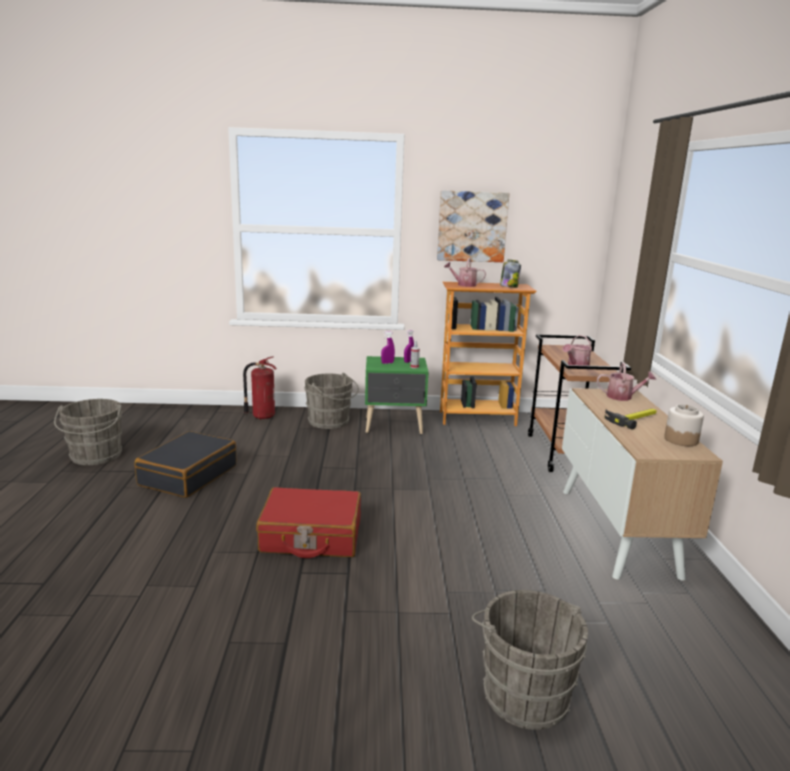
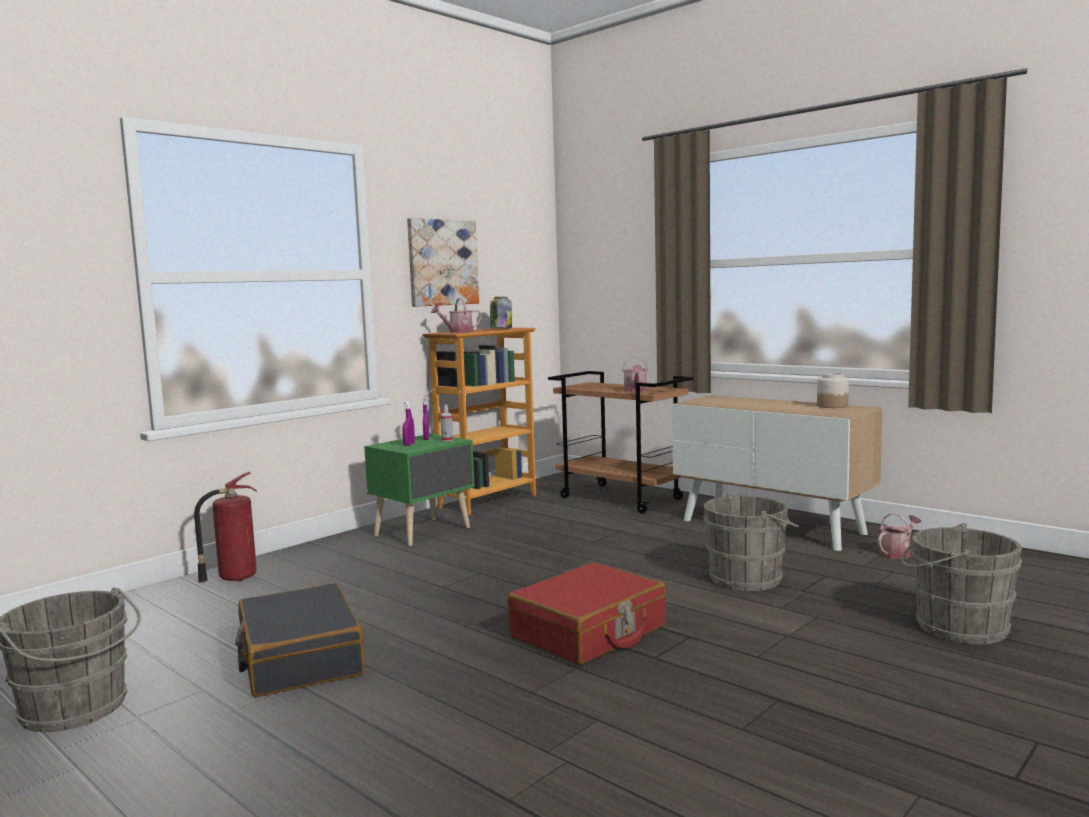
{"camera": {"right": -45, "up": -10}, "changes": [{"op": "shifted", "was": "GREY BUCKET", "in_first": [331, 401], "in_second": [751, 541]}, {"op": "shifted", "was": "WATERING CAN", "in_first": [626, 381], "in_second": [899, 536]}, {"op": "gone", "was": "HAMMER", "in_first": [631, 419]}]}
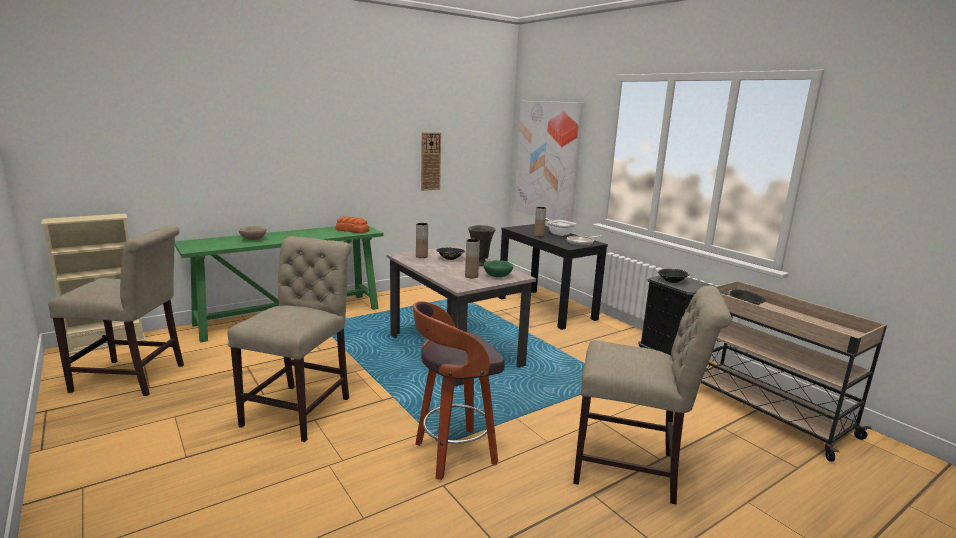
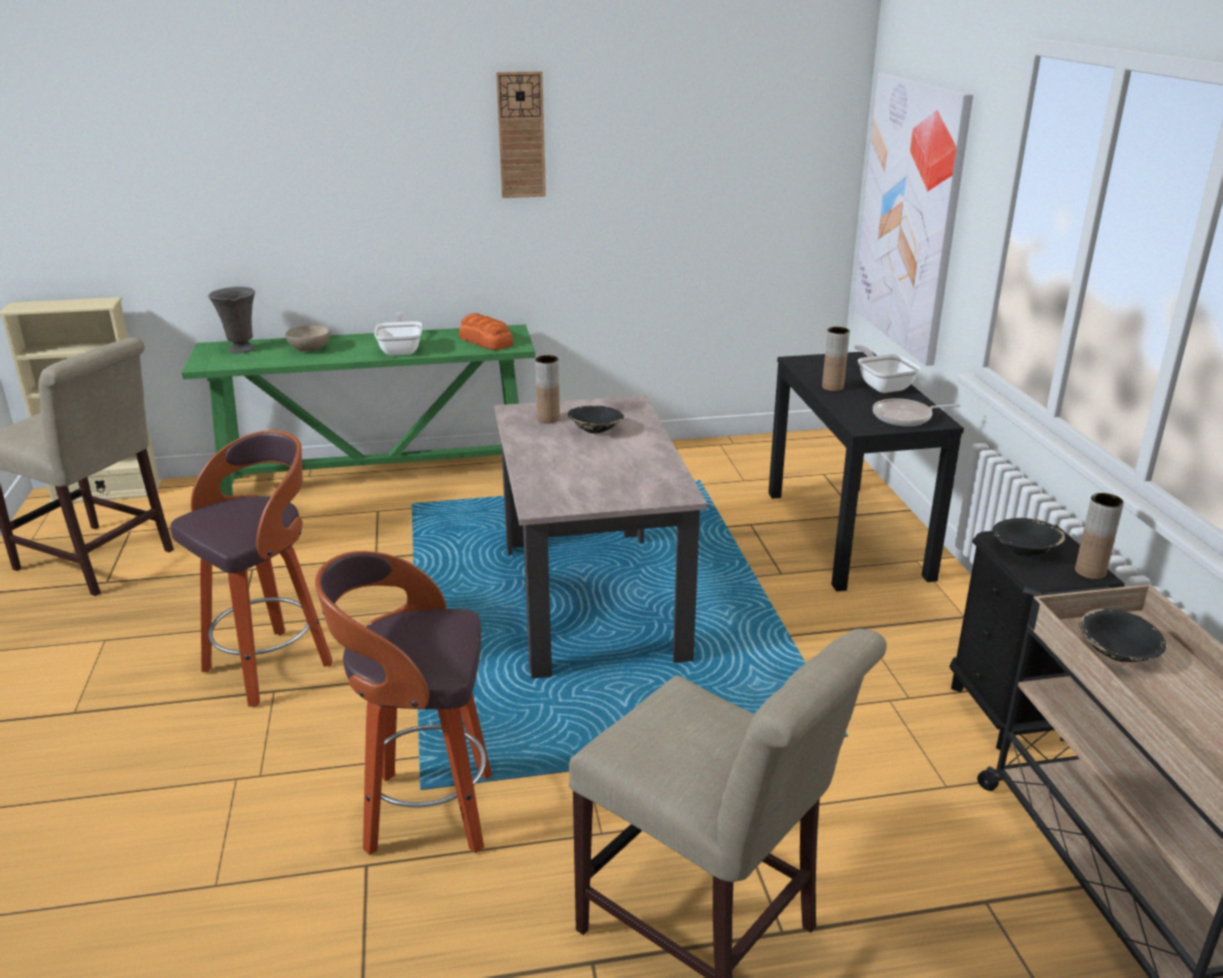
{"camera": {"right": 25, "up": 10}, "changes": [{"op": "swapped", "was": "BEIGE CHAIR", "now": "STOOL", "in_first": [289, 339], "in_second": [252, 568]}, {"op": "shifted", "was": "WALL CLOCK", "in_first": [431, 161], "in_second": [521, 134]}, {"op": "shifted", "was": "BROWN VASE", "in_first": [472, 258], "in_second": [1099, 536]}, {"op": "shifted", "was": "GREY VASE", "in_first": [482, 245], "in_second": [231, 319]}, {"op": "gone", "was": "GREEN BOWL", "in_first": [498, 268]}, {"op": "new", "now": "FRYING PAN", "in_second": [398, 333]}]}
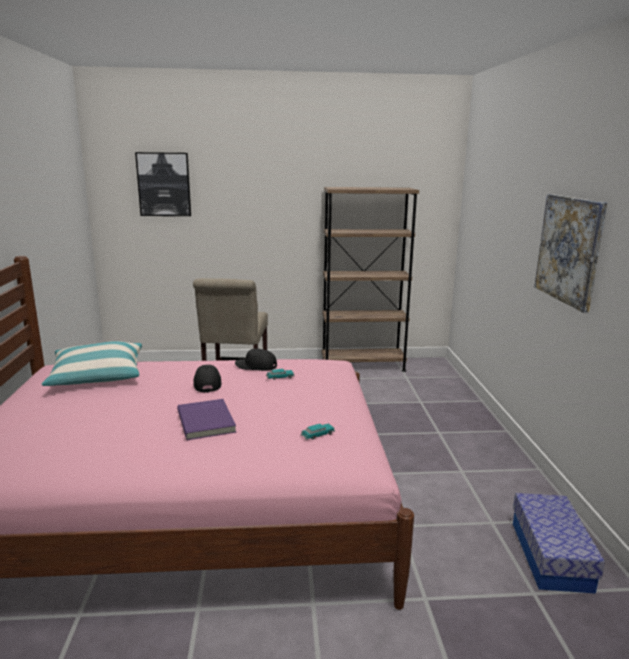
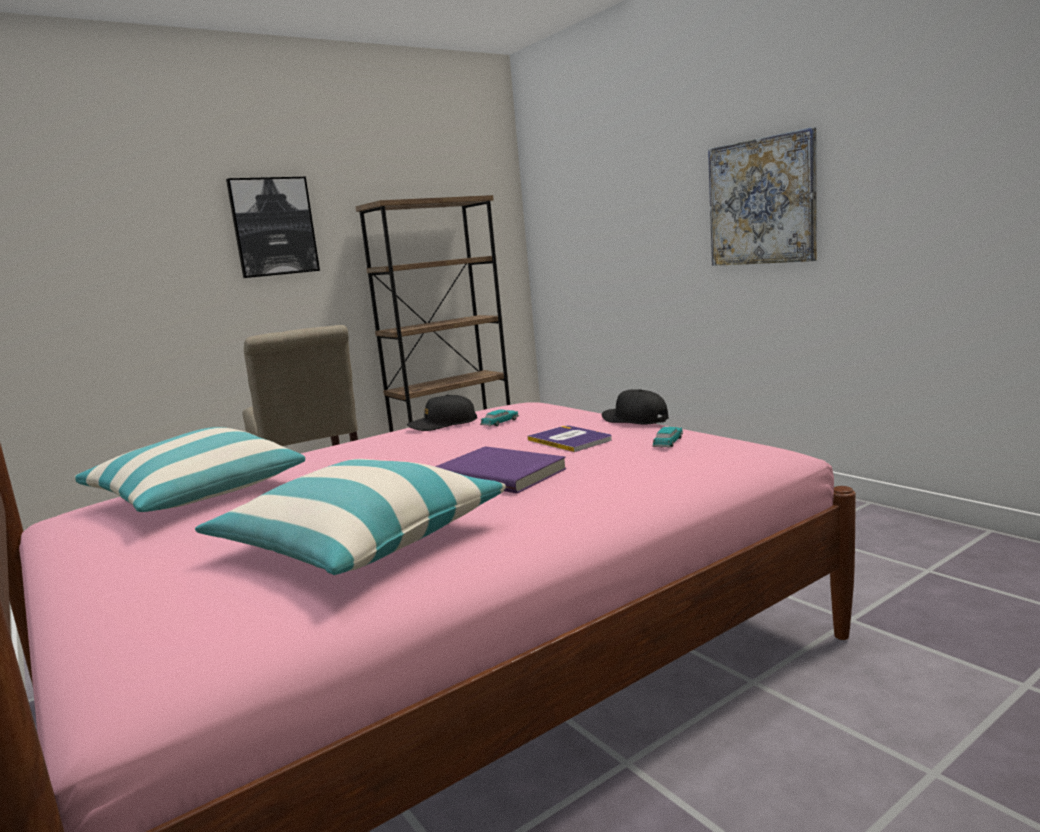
{"camera": {"right": -30, "up": -5}, "changes": [{"op": "shifted", "was": "PICTURE", "in_first": [163, 184], "in_second": [273, 227]}, {"op": "shifted", "was": "BLACK CAP", "in_first": [208, 379], "in_second": [635, 406]}, {"op": "gone", "was": "STORAGE BOX", "in_first": [559, 543]}, {"op": "new", "now": "PILLOW", "in_second": [350, 517]}, {"op": "new", "now": "BOOK", "in_second": [570, 439]}]}
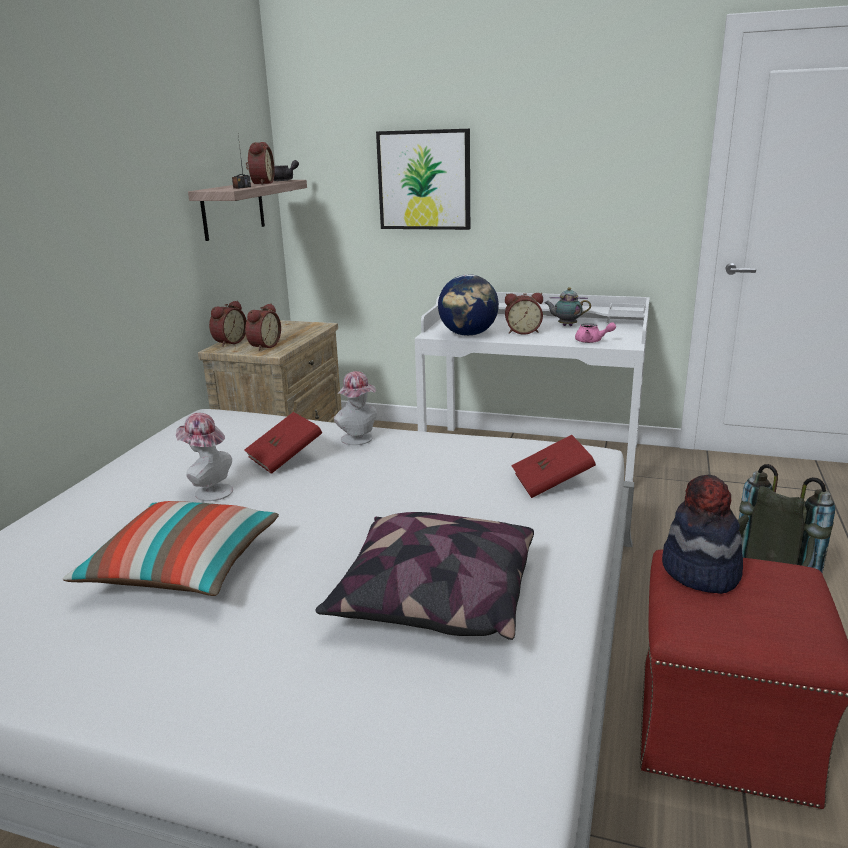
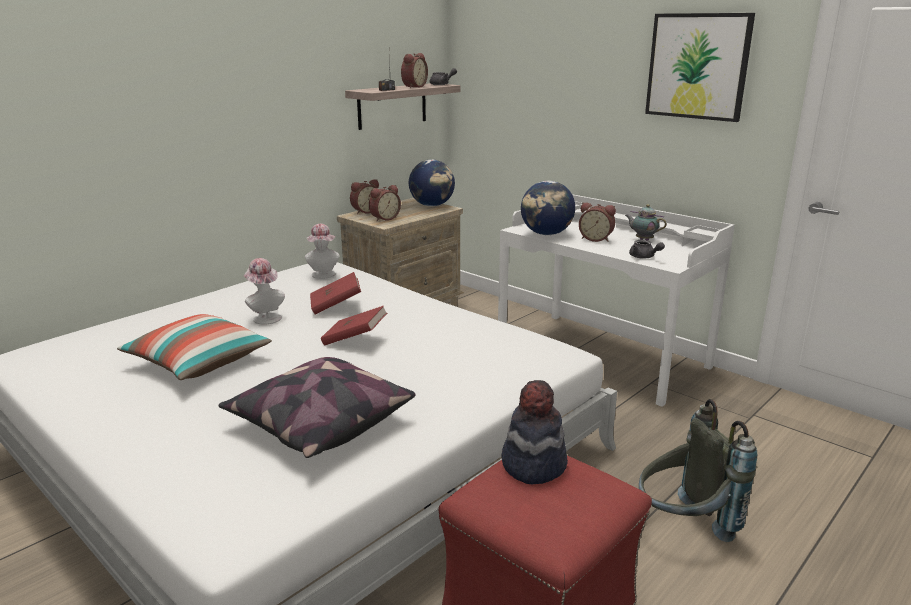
{"camera": {"right": 25, "up": 0}, "changes": [{"op": "shifted", "was": "HAT", "in_first": [355, 408], "in_second": [322, 251]}, {"op": "shifted", "was": "PICTURE", "in_first": [423, 179], "in_second": [700, 67]}, {"op": "shifted", "was": "RED BOOK", "in_first": [553, 466], "in_second": [354, 325]}, {"op": "repainted", "was": "PINK TEAPOT", "now": "GREY TEAPOT", "in_first": [595, 332], "in_second": [647, 249]}, {"op": "new", "now": "GLOBE", "in_second": [432, 182]}]}
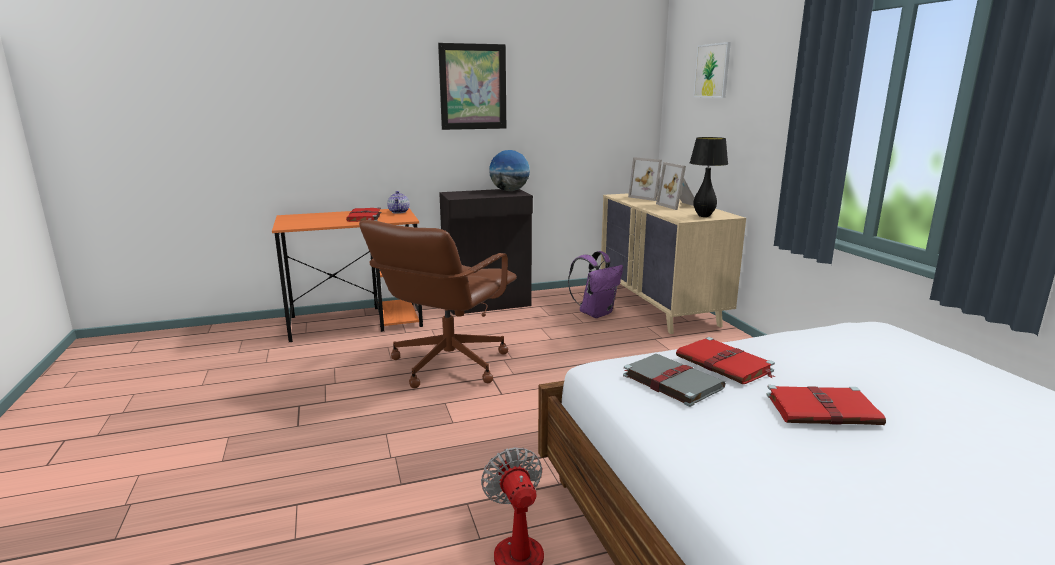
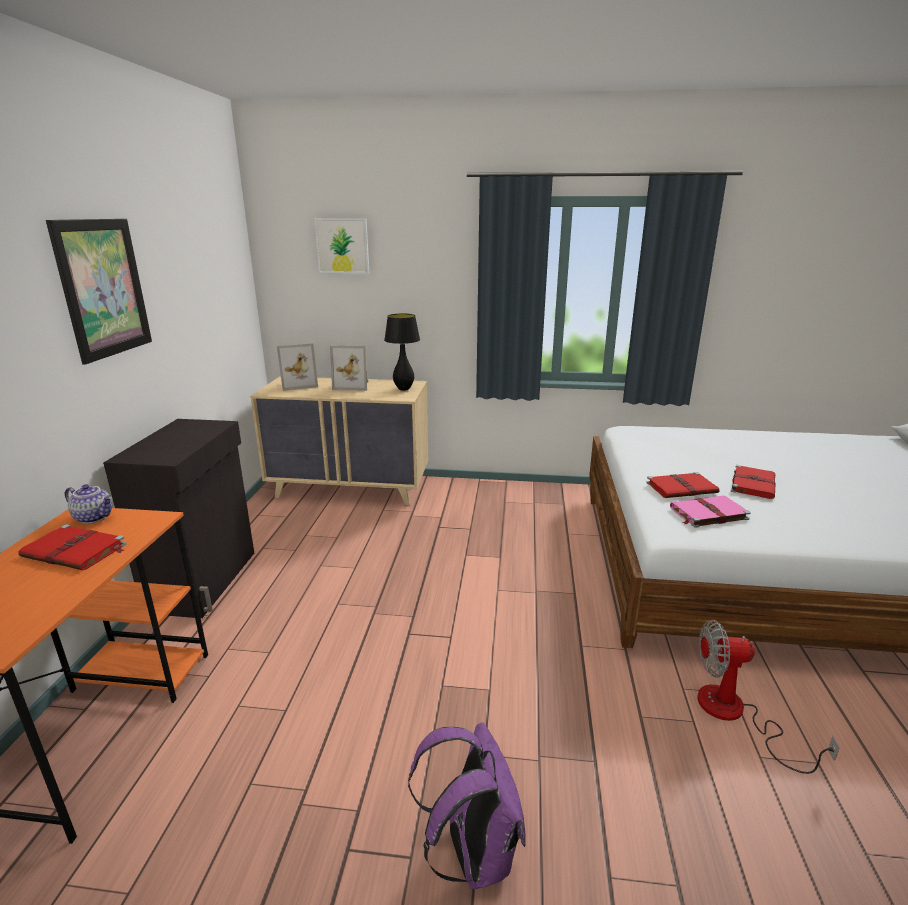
{"camera": {"right": -65, "up": 5}, "changes": [{"op": "gone", "was": "BROWN OFFICE CHAIR", "in_first": [438, 304]}, {"op": "gone", "was": "GLOBE", "in_first": [509, 170]}, {"op": "shifted", "was": "PURPLE BACKPACK", "in_first": [595, 284], "in_second": [467, 805]}, {"op": "repainted", "was": "GREY BOOK", "now": "PINK BOOK", "in_first": [674, 380], "in_second": [710, 512]}]}
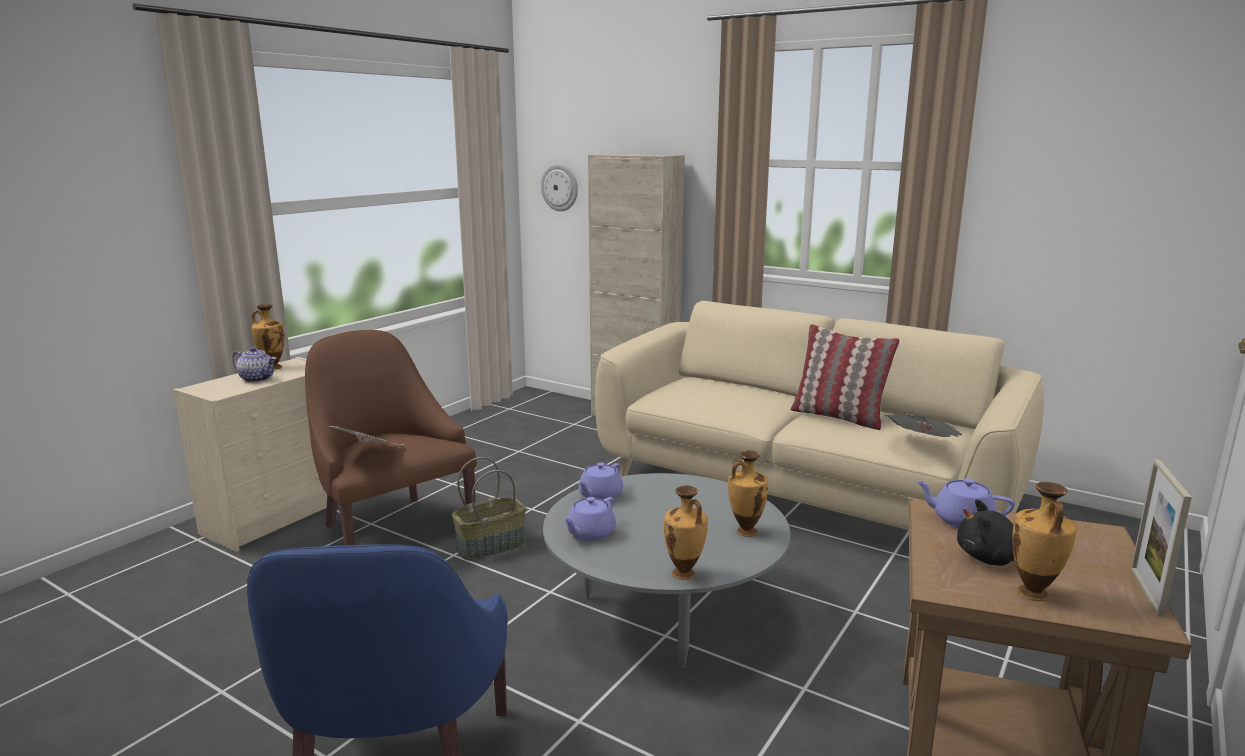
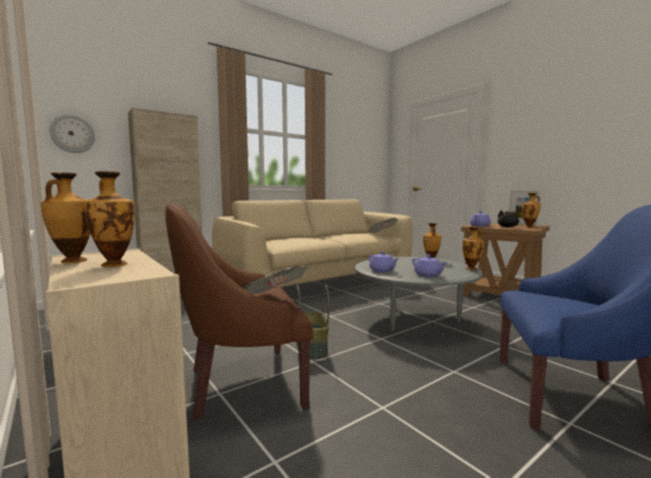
{"camera": {"right": -70, "up": -10}, "changes": [{"op": "swapped", "was": "TEAPOT", "now": "VASE", "in_first": [254, 364], "in_second": [109, 219]}, {"op": "gone", "was": "PILLOW", "in_first": [845, 377]}]}
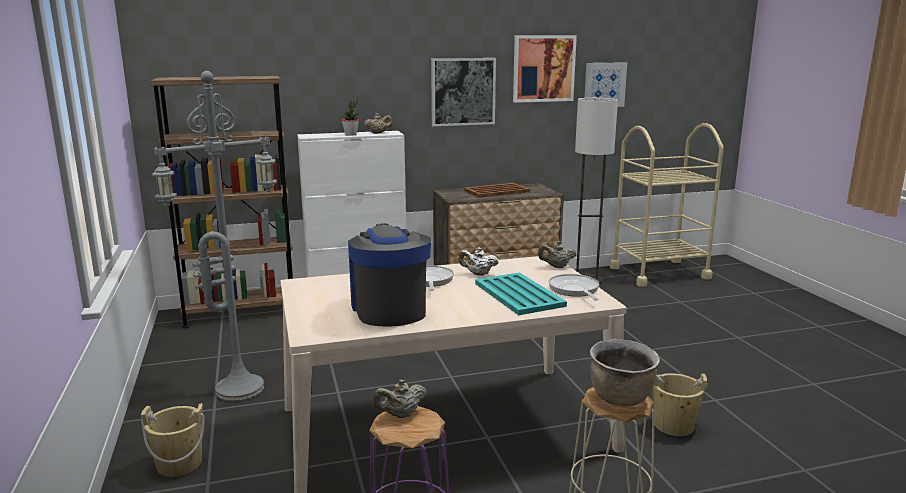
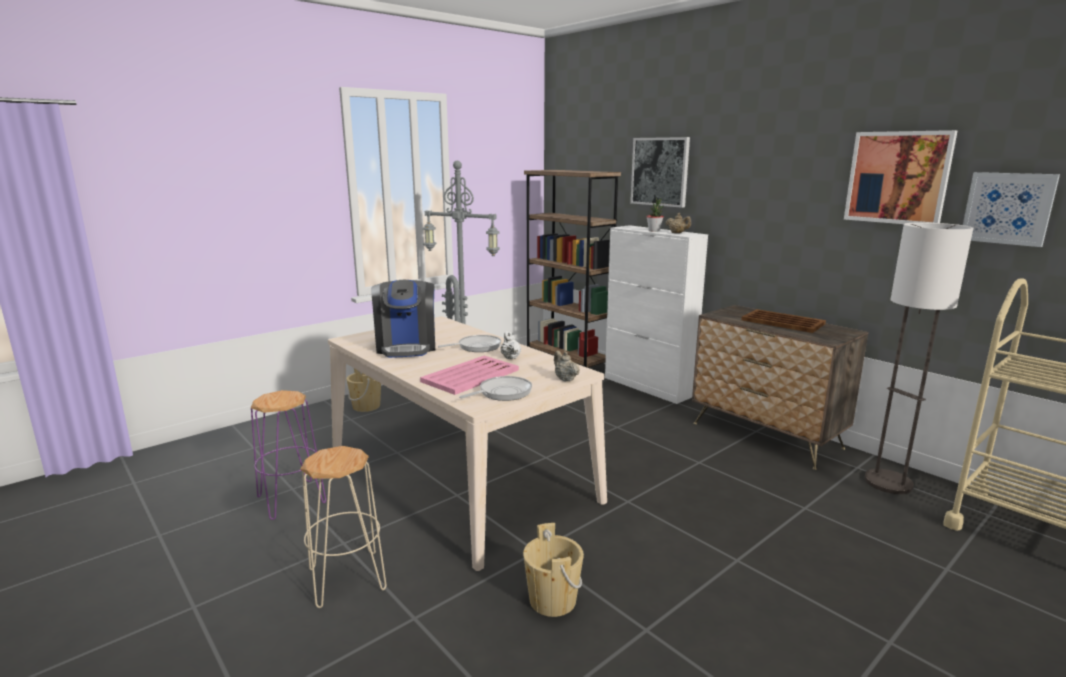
{"camera": {"right": 65, "up": 0}, "changes": [{"op": "rotated", "was": "COFFEE MACHINE", "in_first": [389, 275], "in_second": [403, 319], "clockwise": 120}, {"op": "gone", "was": "BEIGE TEAPOT", "in_first": [400, 399]}, {"op": "shifted", "was": "PICTURE", "in_first": [463, 92], "in_second": [660, 172]}, {"op": "repainted", "was": "TURQUOISE TRAY", "now": "PINK TRAY", "in_first": [521, 293], "in_second": [469, 375]}, {"op": "gone", "was": "BROWN COOKING POT", "in_first": [625, 373]}]}
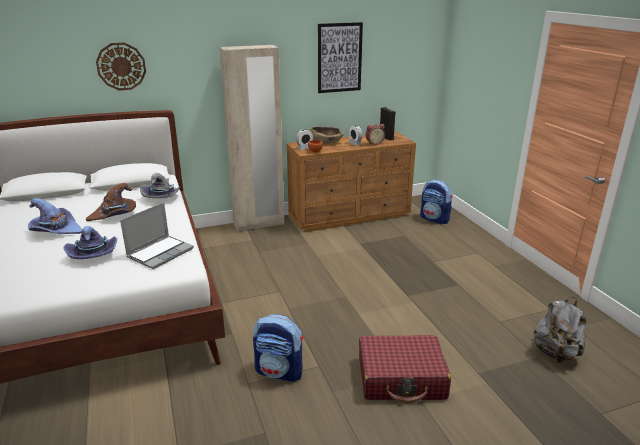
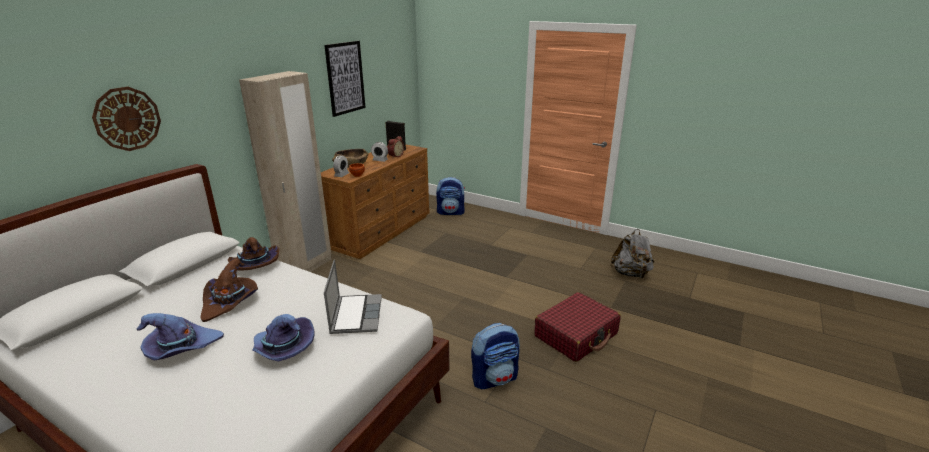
{"camera": {"right": -40, "up": 0}, "changes": [{"op": "repainted", "was": "GREY HAT", "now": "BROWN HAT", "in_first": [160, 185], "in_second": [253, 253]}]}
